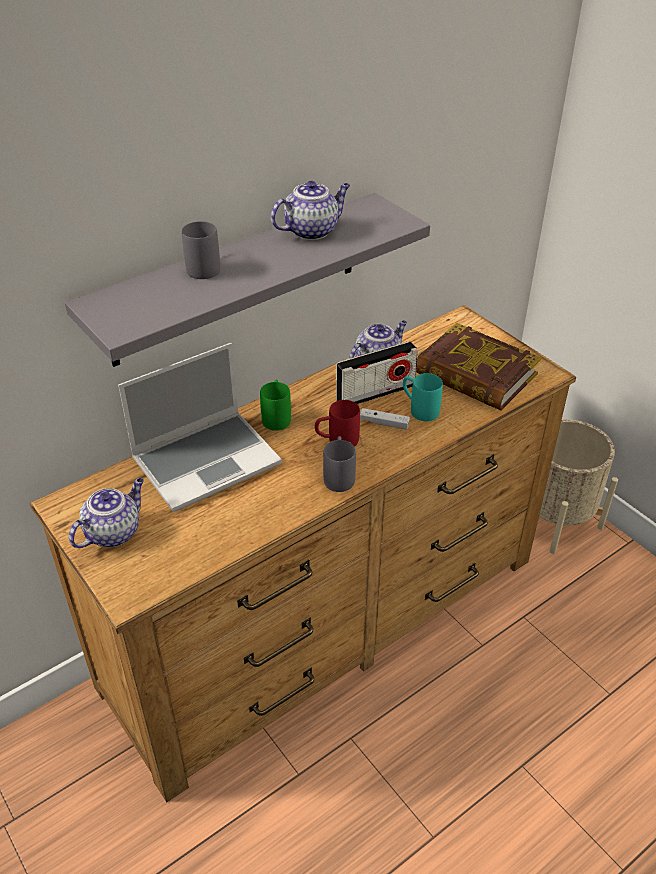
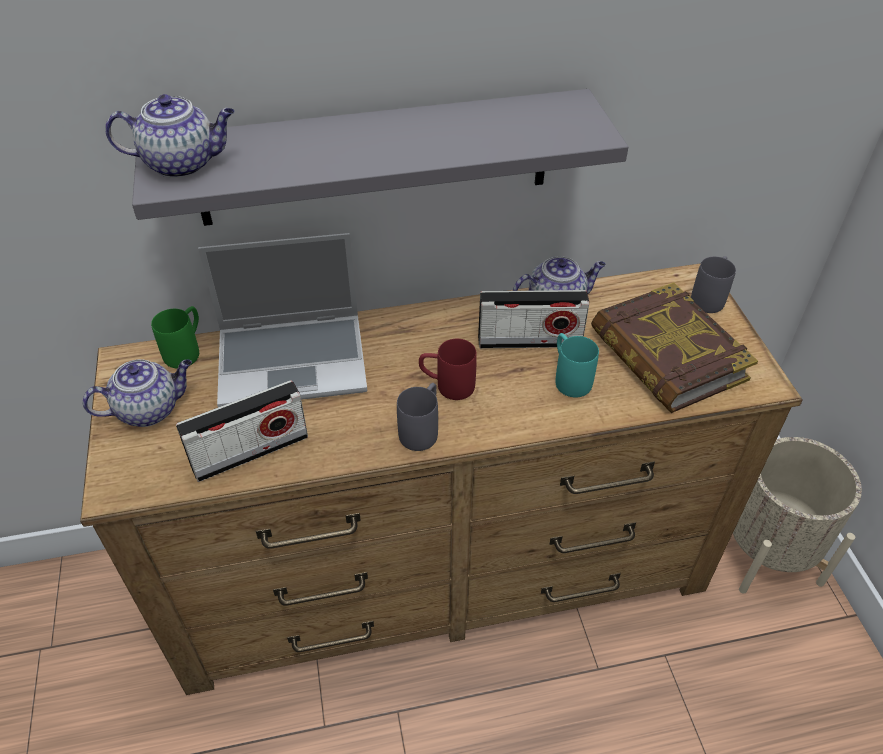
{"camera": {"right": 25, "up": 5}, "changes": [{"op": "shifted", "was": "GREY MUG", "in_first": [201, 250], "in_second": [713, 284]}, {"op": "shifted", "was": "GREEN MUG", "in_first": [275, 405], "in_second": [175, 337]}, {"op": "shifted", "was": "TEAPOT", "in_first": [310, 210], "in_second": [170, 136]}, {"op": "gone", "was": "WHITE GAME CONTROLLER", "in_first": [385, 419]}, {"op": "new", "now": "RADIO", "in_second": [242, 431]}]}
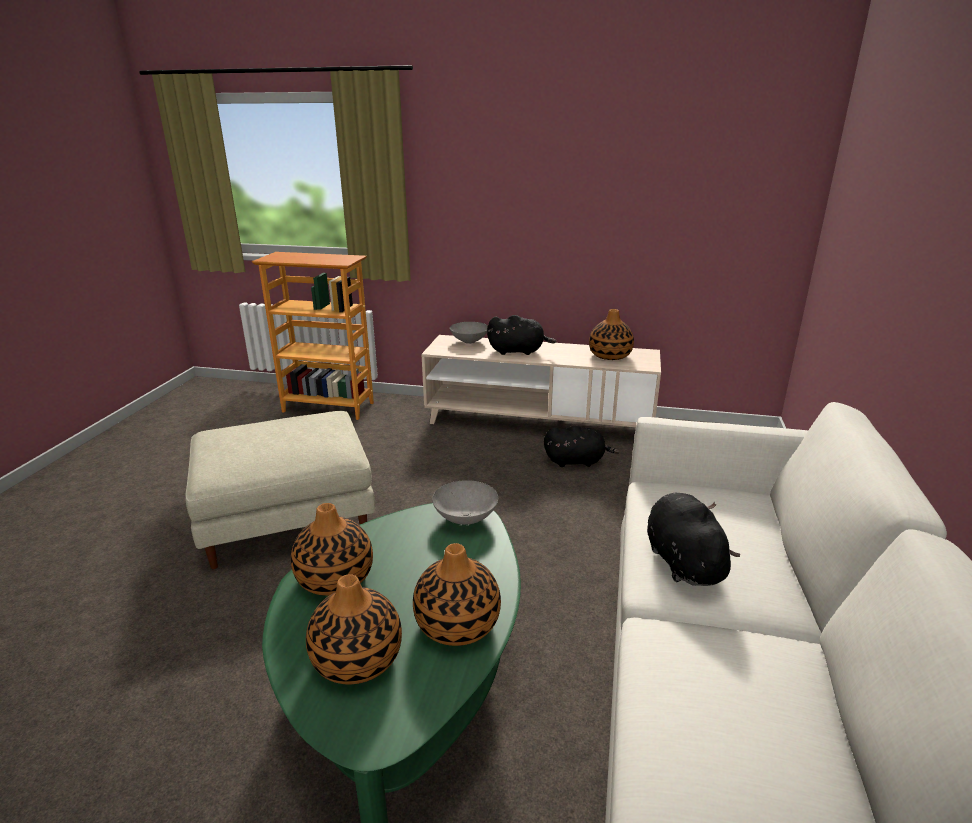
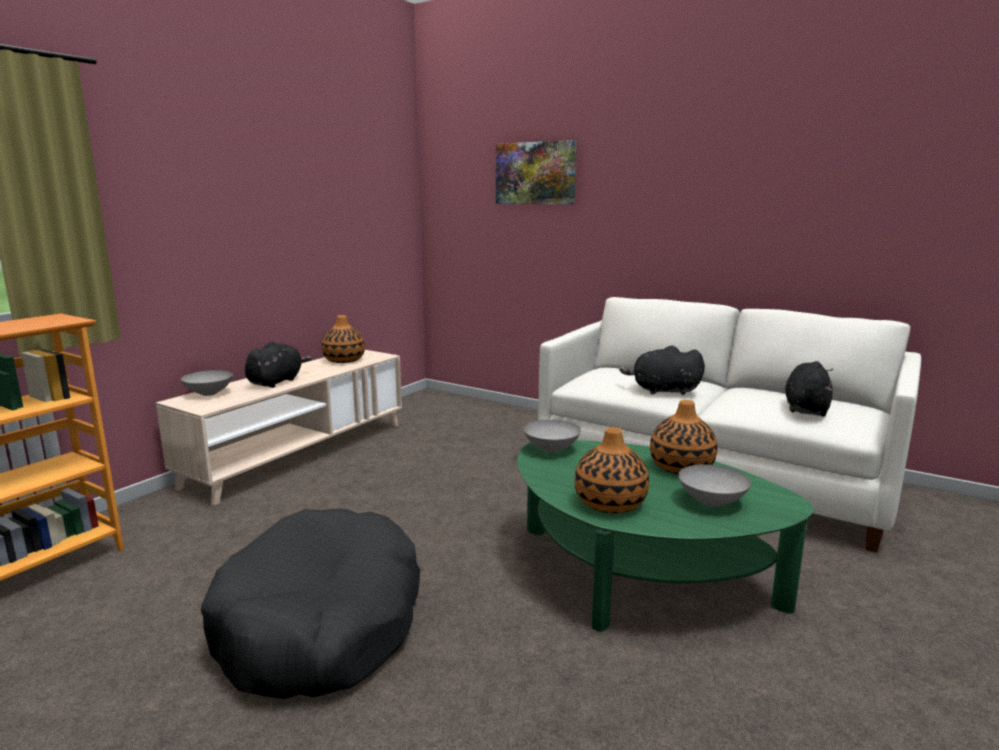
{"camera": {"right": -70, "up": -10}, "changes": [{"op": "swapped", "was": "BEIGE OTTOMAN", "now": "BLACK DOG BED", "in_first": [280, 490], "in_second": [310, 603]}, {"op": "swapped", "was": "VASE", "now": "GREY BOWL", "in_first": [354, 629], "in_second": [714, 485]}, {"op": "shifted", "was": "BLACK PLUSH TOY", "in_first": [581, 446], "in_second": [809, 389]}, {"op": "new", "now": "PICTURE", "in_second": [536, 172]}]}
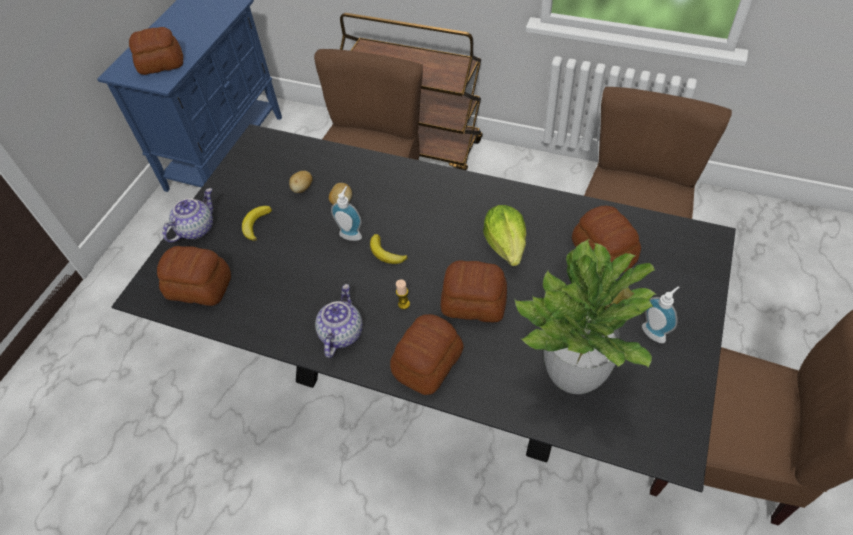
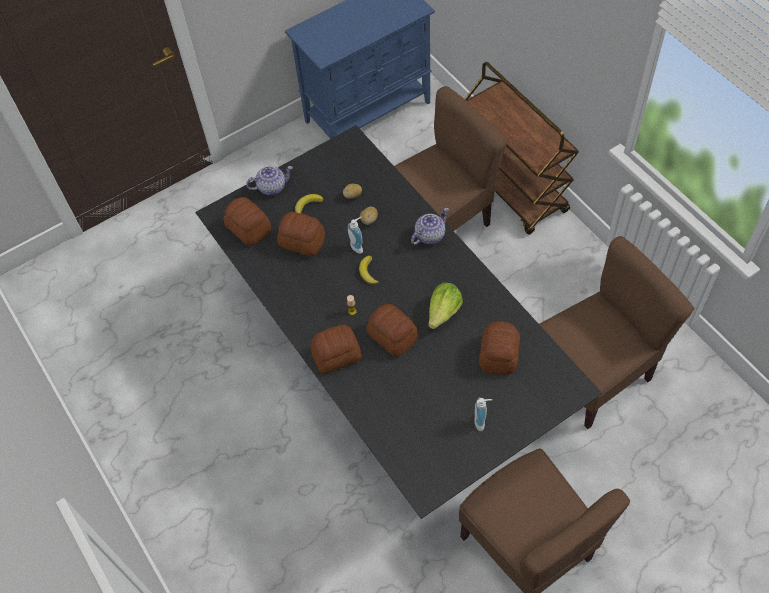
{"camera": {"right": 35, "up": 5}, "changes": [{"op": "shifted", "was": "BREAD", "in_first": [156, 51], "in_second": [301, 234]}, {"op": "shifted", "was": "TEAPOT", "in_first": [339, 321], "in_second": [430, 226]}, {"op": "gone", "was": "POTTED PLANT", "in_first": [586, 316]}]}
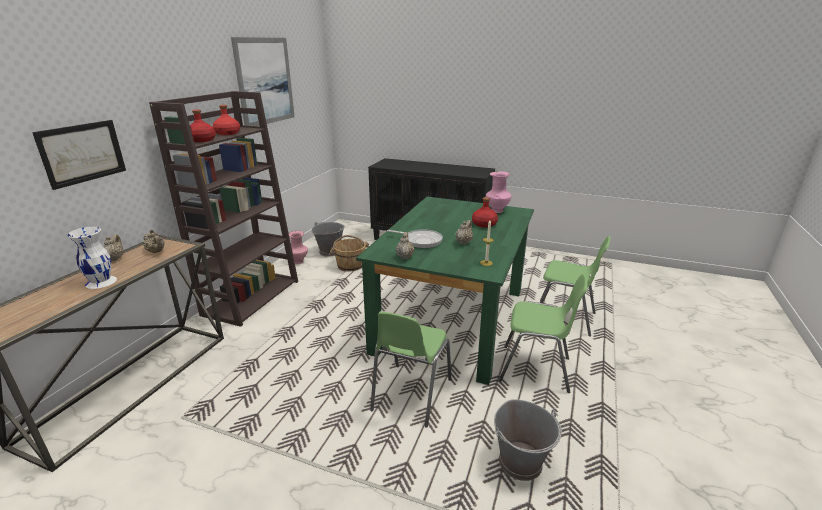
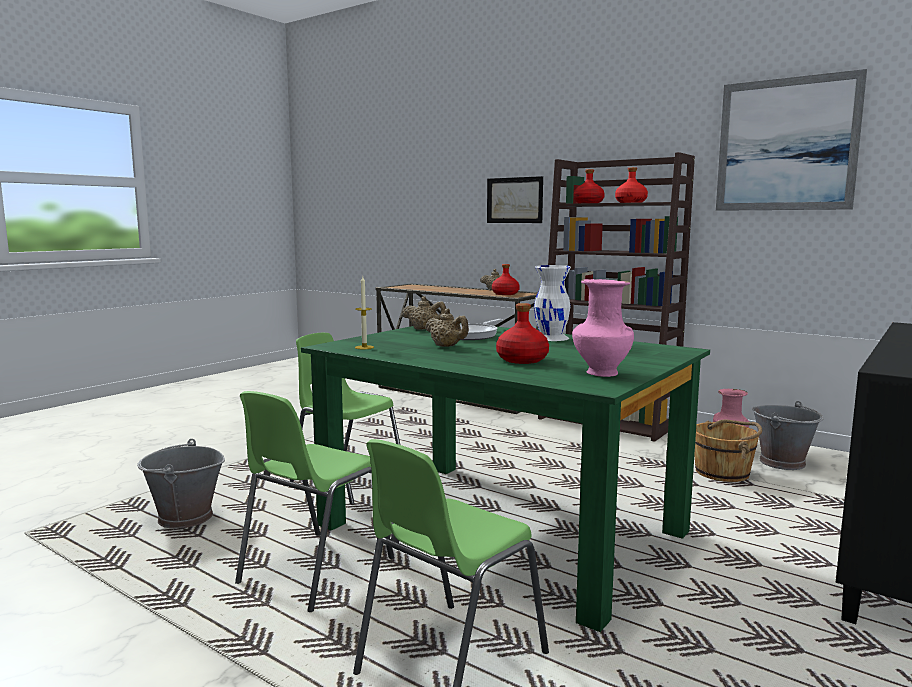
{"camera": {"right": 105, "up": -15}, "changes": [{"op": "shifted", "was": "WHITE VASE", "in_first": [92, 258], "in_second": [552, 303]}, {"op": "swapped", "was": "BEIGE TEAPOT", "now": "RED BOTTLE", "in_first": [154, 241], "in_second": [506, 279]}]}
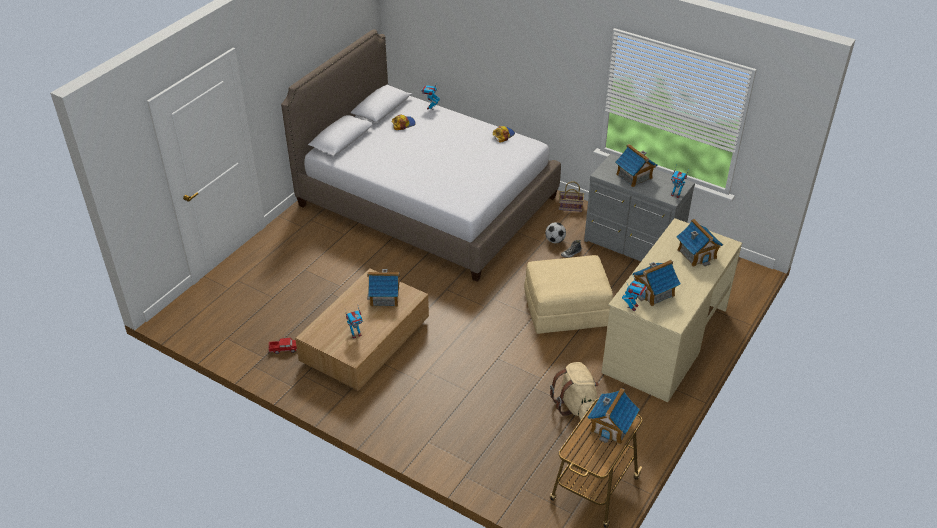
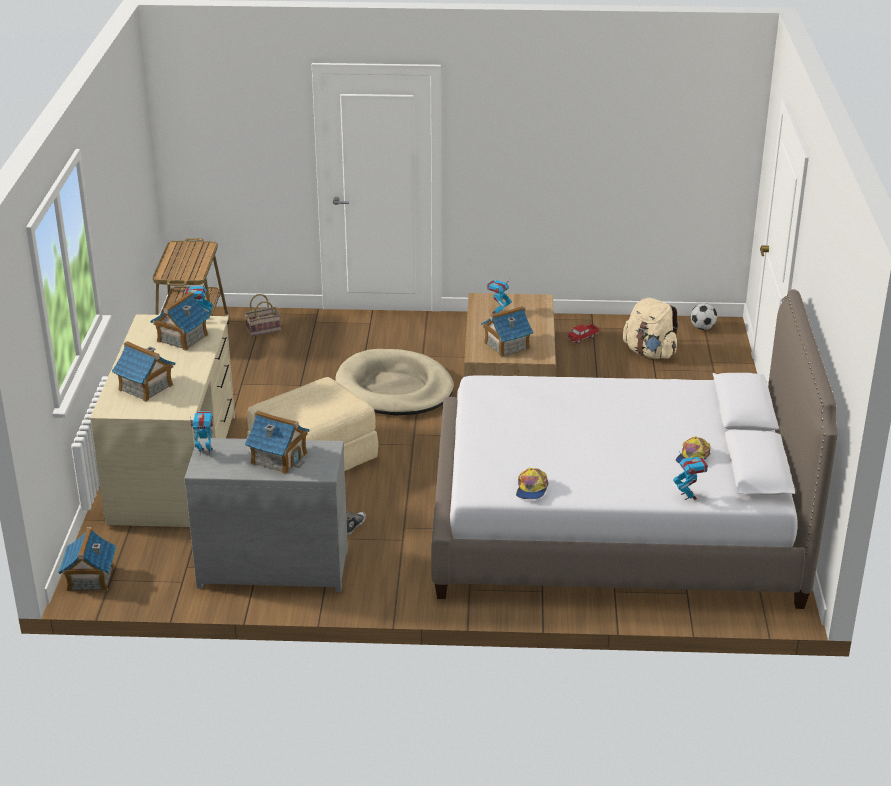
{"camera": {"right": 150, "up": -10}, "changes": [{"op": "shifted", "was": "FOOTBALL", "in_first": [555, 232], "in_second": [704, 316]}, {"op": "shifted", "was": "BEIGE BACKPACK", "in_first": [574, 391], "in_second": [651, 328]}, {"op": "shifted", "was": "BASKET", "in_first": [571, 196], "in_second": [263, 315]}, {"op": "shifted", "was": "TOY HOUSE", "in_first": [614, 416], "in_second": [87, 559]}, {"op": "new", "now": "BEIGE DOG BED", "in_second": [395, 382]}]}
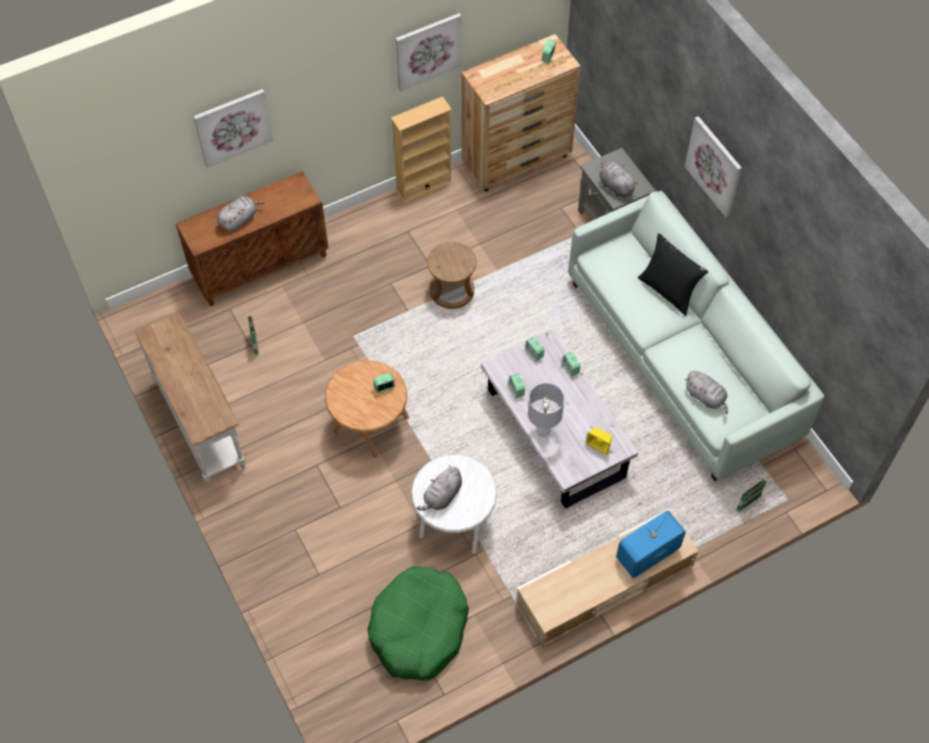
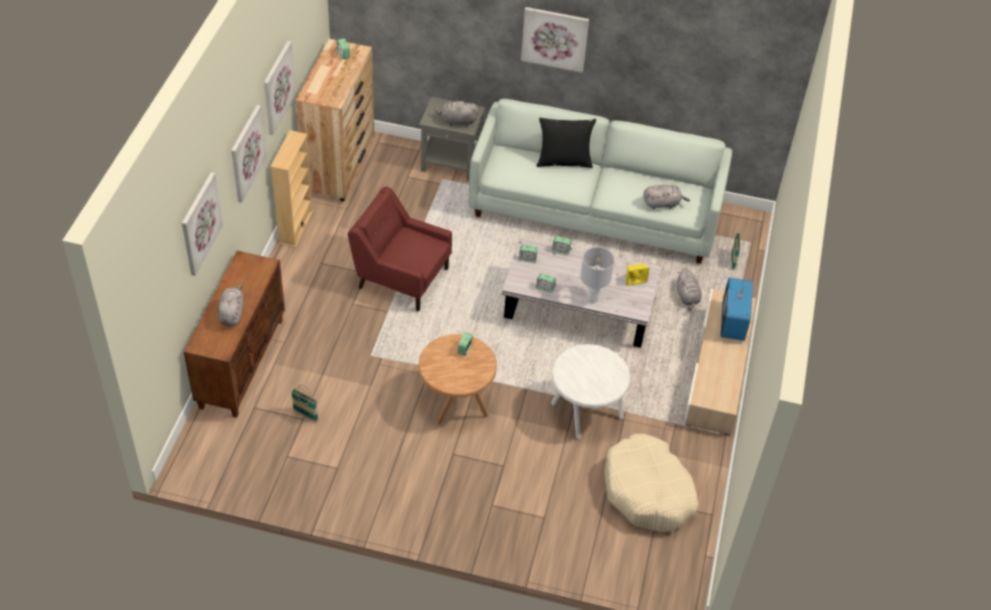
{"camera": {"right": -50, "up": -10}, "changes": [{"op": "gone", "was": "WHITE CONSOLE TABLE", "in_first": [189, 399]}, {"op": "repainted", "was": "GREEN DOG BED", "now": "BEIGE DOG BED", "in_first": [418, 623], "in_second": [651, 483]}, {"op": "shifted", "was": "GREY PLUSH TOY", "in_first": [439, 488], "in_second": [689, 289]}, {"op": "swapped", "was": "BROWN STOOL", "now": "RED ARMCHAIR", "in_first": [452, 275], "in_second": [400, 249]}, {"op": "new", "now": "PICTURE", "in_second": [248, 154]}]}
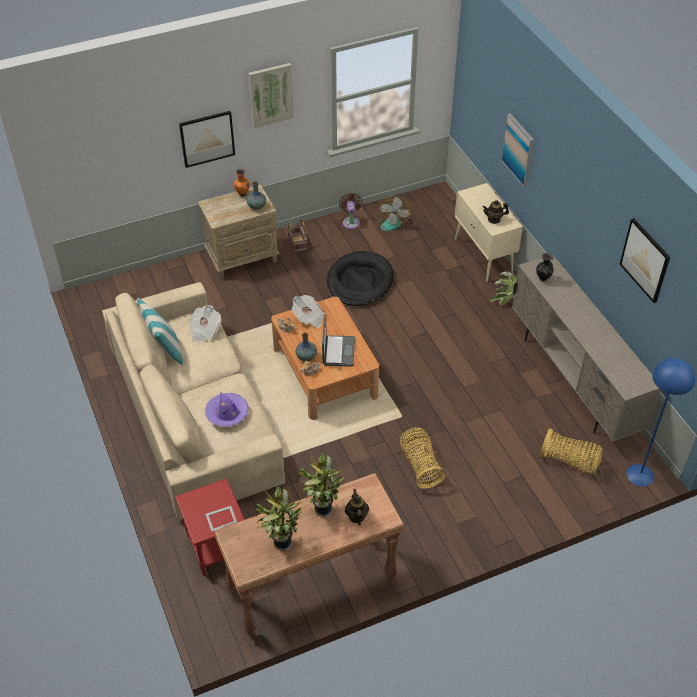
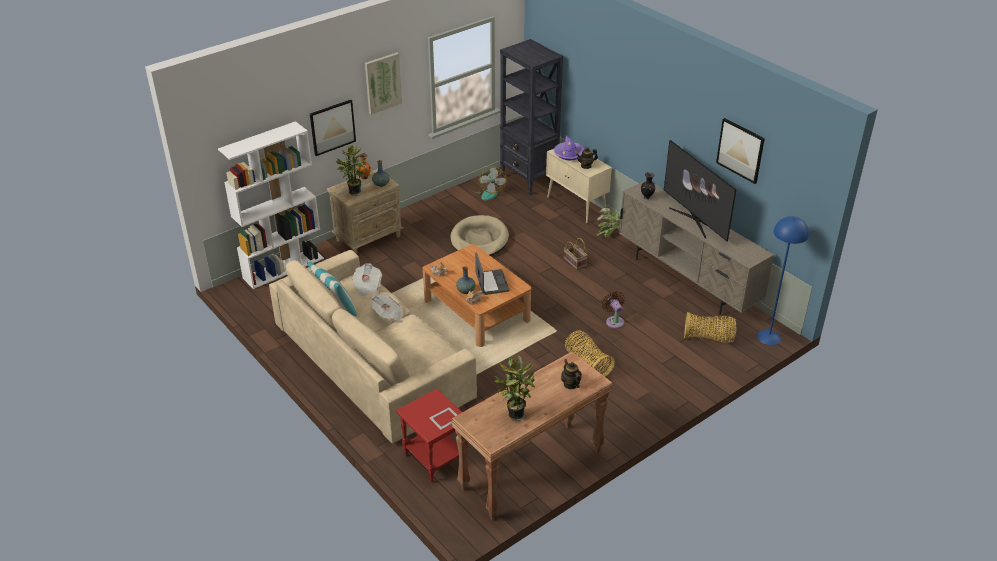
{"camera": {"right": -15, "up": -10}, "changes": [{"op": "shifted", "was": "PURPLE HAT", "in_first": [227, 409], "in_second": [569, 148]}, {"op": "shifted", "was": "BASKET", "in_first": [297, 235], "in_second": [576, 254]}, {"op": "shifted", "was": "NEWSPAPER", "in_first": [308, 311], "in_second": [387, 307]}, {"op": "shifted", "was": "POTTED PLANT", "in_first": [321, 484], "in_second": [351, 169]}, {"op": "repainted", "was": "BLACK DOG BED", "now": "BEIGE DOG BED", "in_first": [360, 278], "in_second": [479, 235]}, {"op": "shifted", "was": "BROWN FAN", "in_first": [351, 211], "in_second": [613, 310]}, {"op": "gone", "was": "PICTURE", "in_first": [517, 150]}, {"op": "new", "now": "WHITE BOOKCASE", "in_second": [271, 205]}, {"op": "new", "now": "BLACK BOOKCASE", "in_second": [531, 117]}, {"op": "new", "now": "TELEVISION", "in_second": [700, 190]}]}
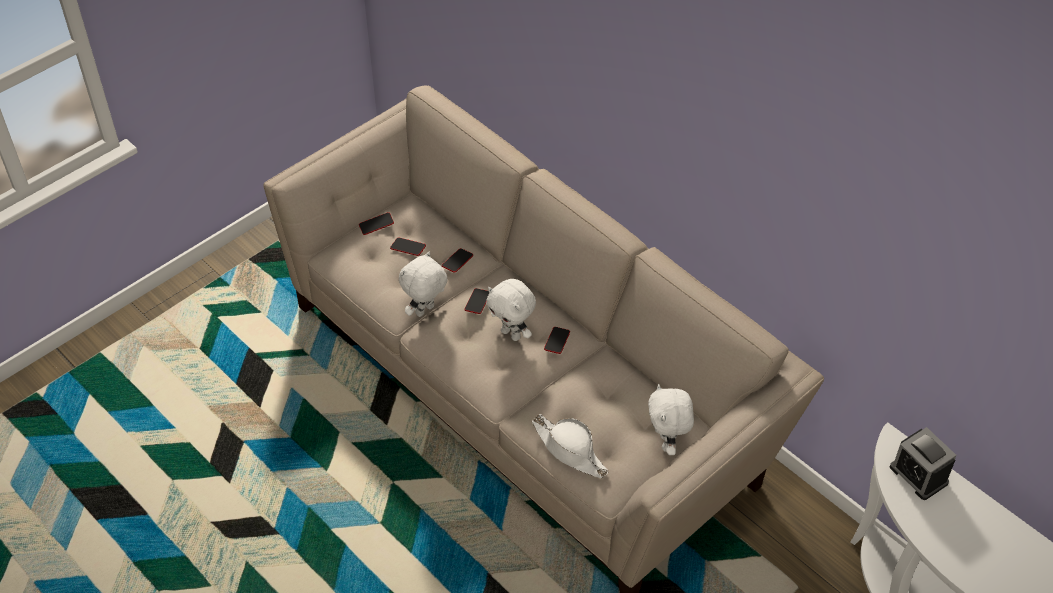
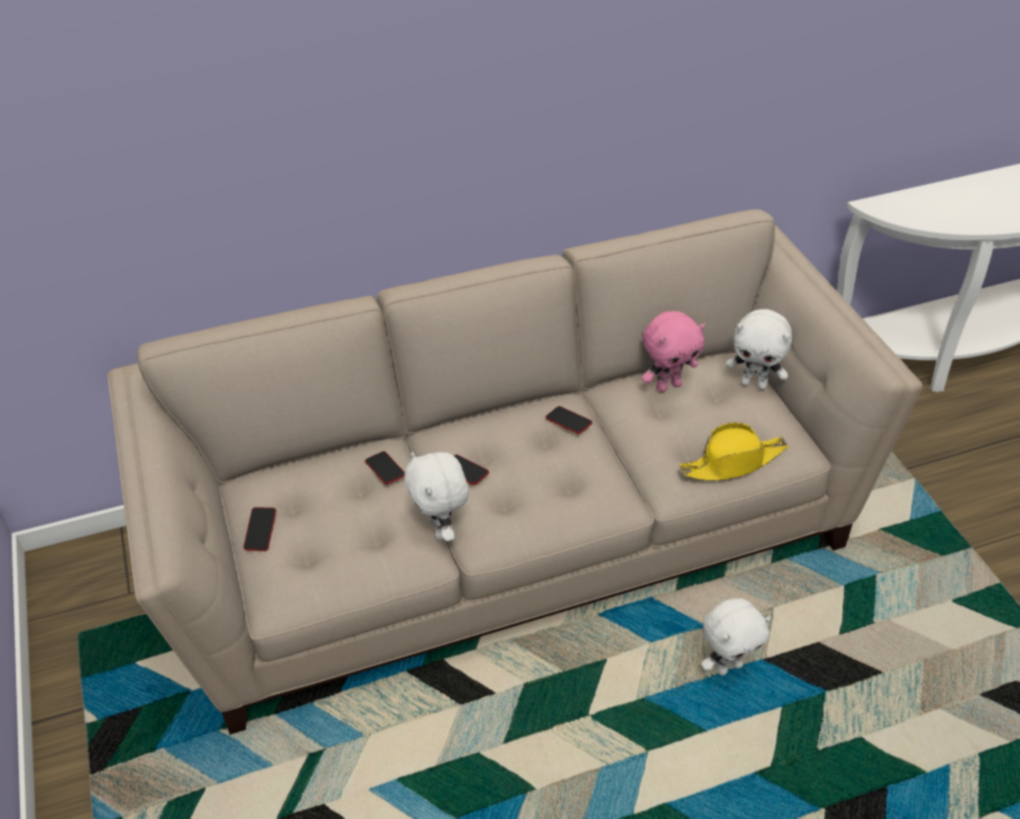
{"camera": {"right": -65, "up": -5}, "changes": [{"op": "gone", "was": "PHONE", "in_first": [408, 246]}, {"op": "shifted", "was": "WHITE PLUSH TOY", "in_first": [511, 310], "in_second": [736, 636]}, {"op": "repainted", "was": "WHITE HAT", "now": "YELLOW HAT", "in_first": [570, 446], "in_second": [734, 451]}, {"op": "gone", "was": "ALARM CLOCK", "in_first": [923, 463]}, {"op": "new", "now": "PINK PLUSH TOY", "in_second": [673, 351]}]}
